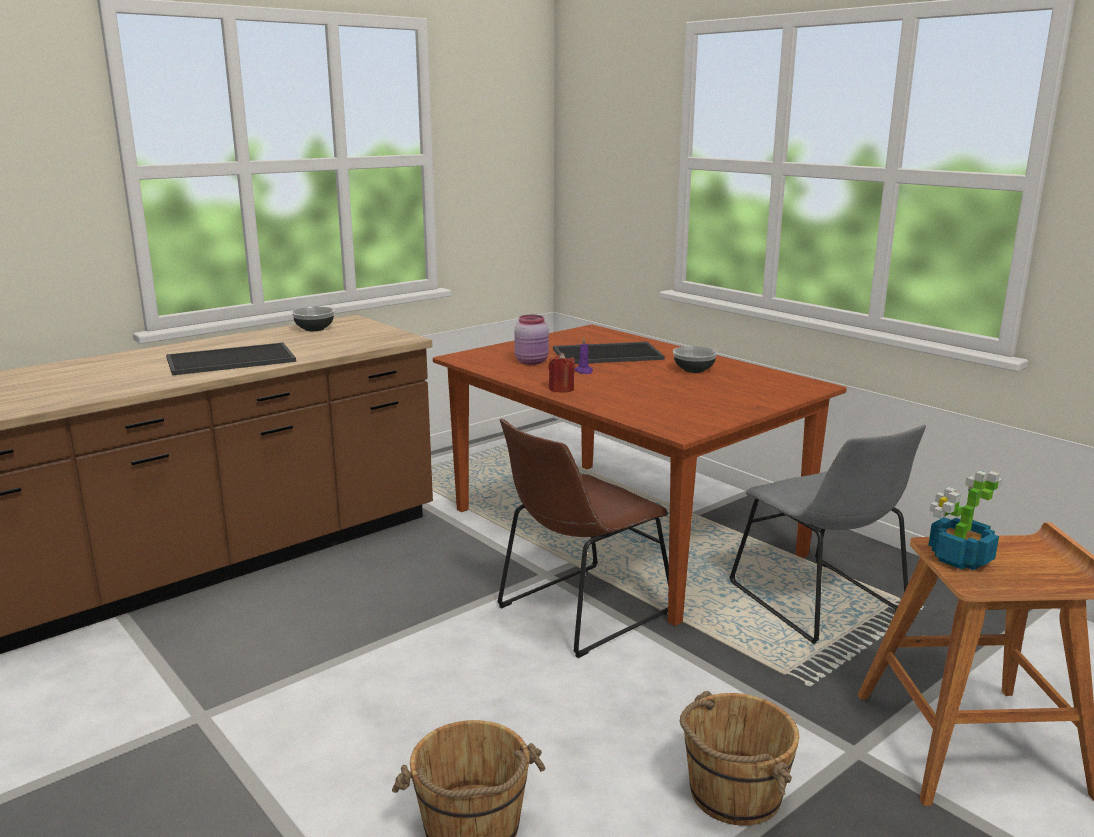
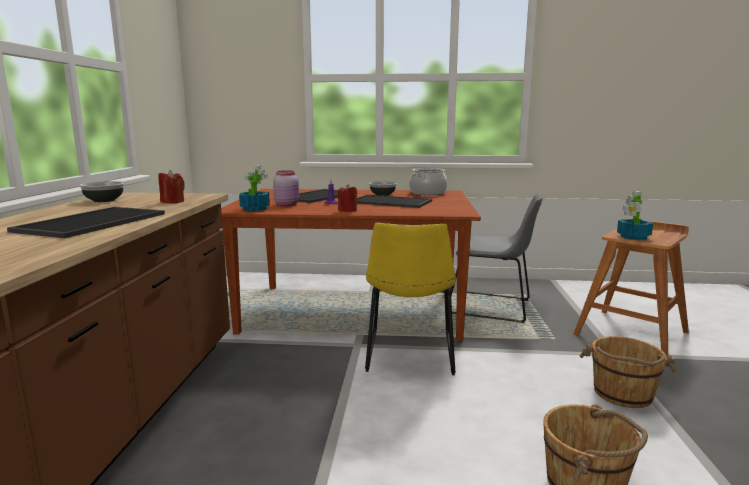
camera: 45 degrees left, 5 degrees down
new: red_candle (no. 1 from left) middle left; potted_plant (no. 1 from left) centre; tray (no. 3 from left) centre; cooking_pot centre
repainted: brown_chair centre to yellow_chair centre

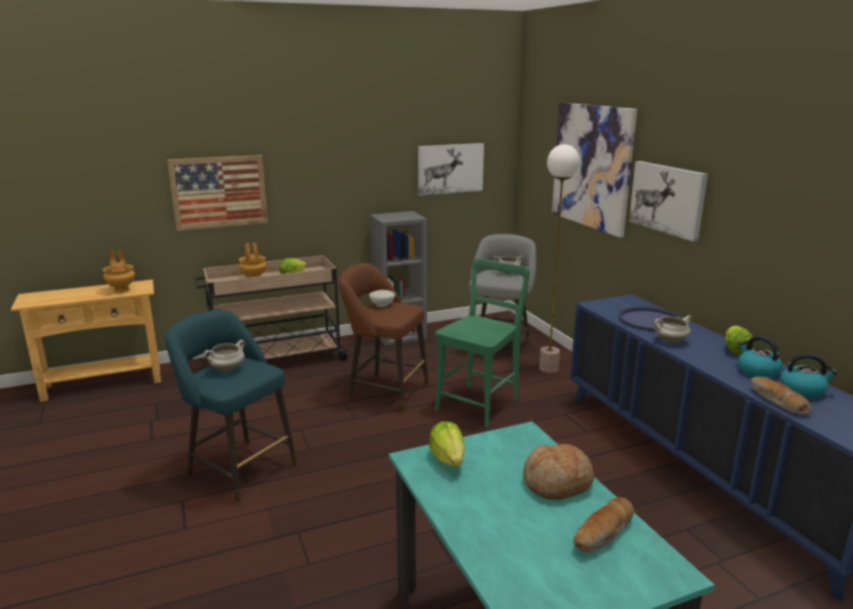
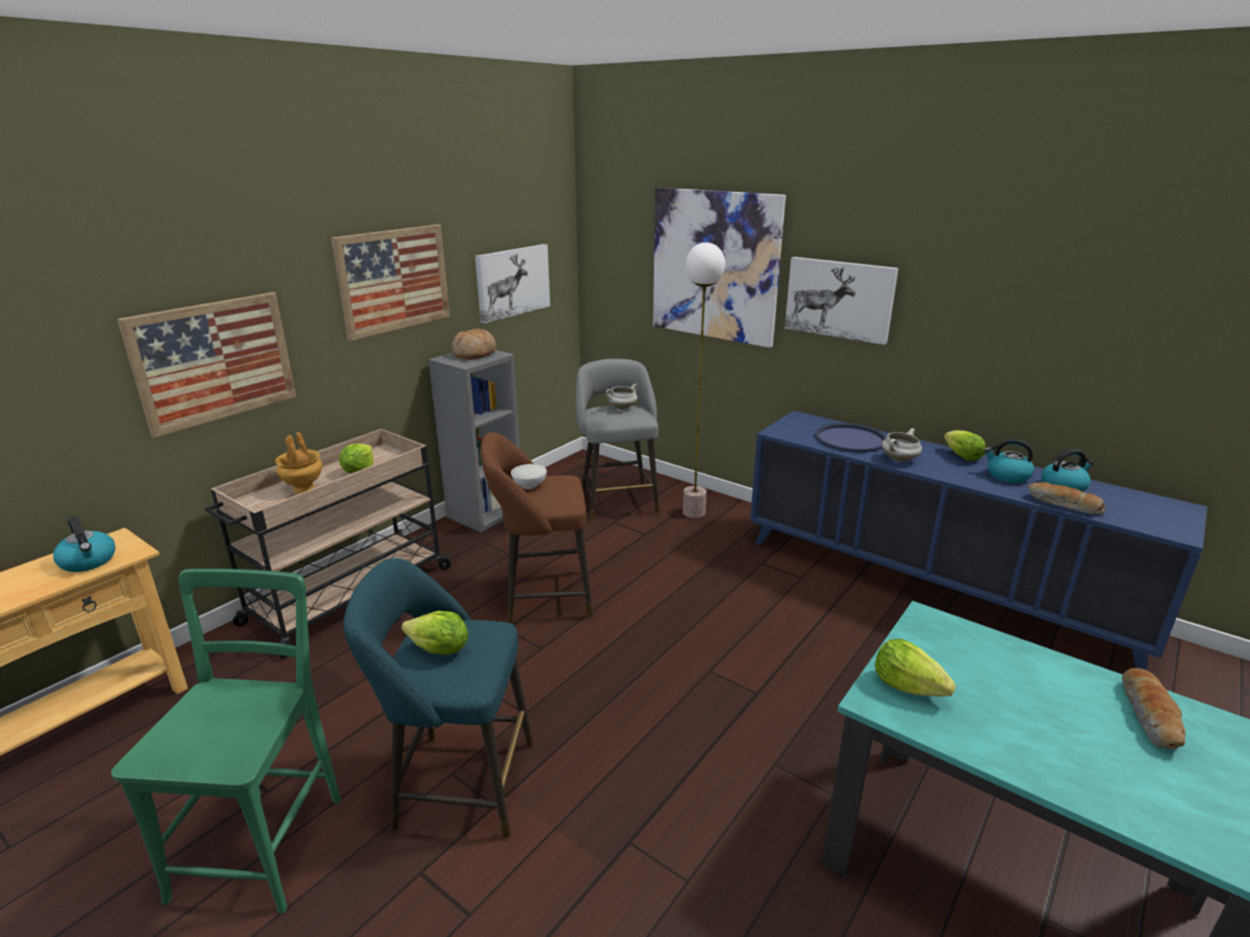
camera: 30 degrees left, 5 degrees up
new: picture (no. 2 from left) top left
shifted: green_chair centre to bottom left; bread (no. 1 from left) bottom centre to centre
swapped: brown_vase (no. 1 from left) middle left to kettle (no. 1 from left) middle left; white_cooking_pot (no. 1 from left) middle left to lettuce (no. 2 from left) bottom centre

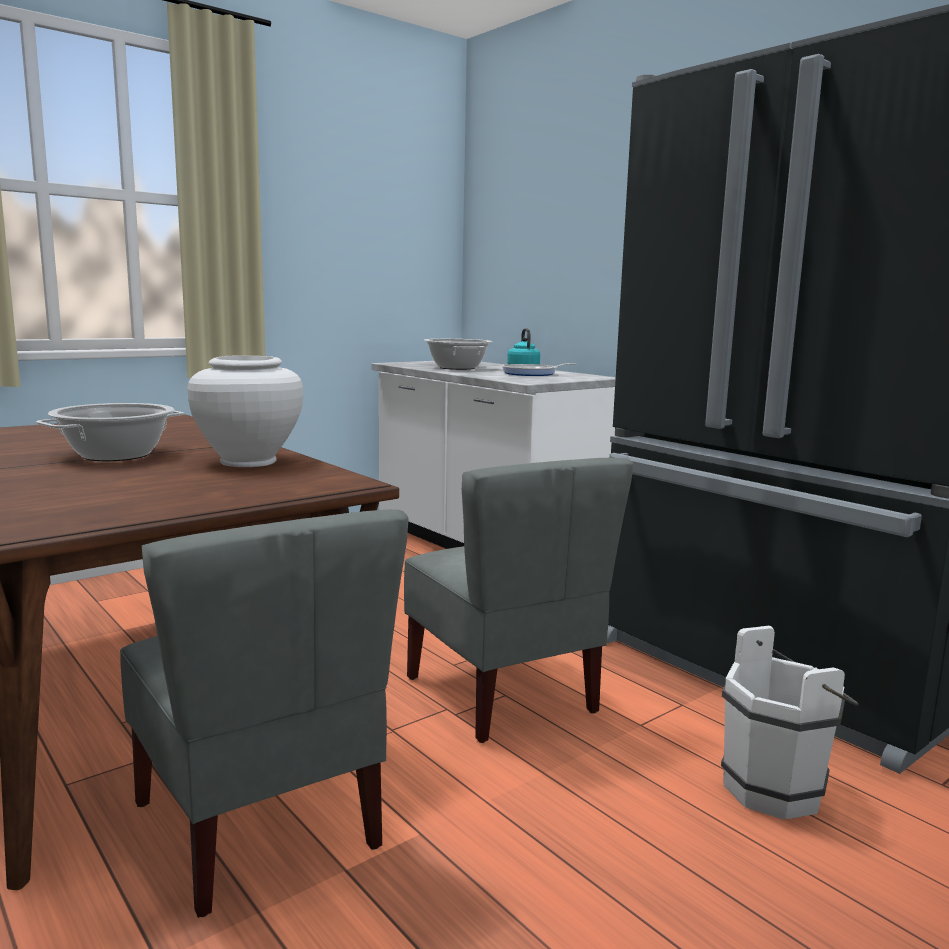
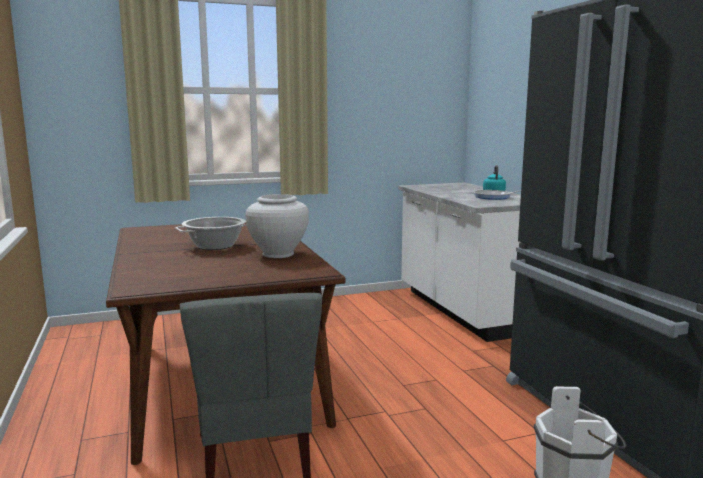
camera: 20 degrees right, 0 degrees up
gone: grey_chair (no. 2 from left) centre; cooking_pot (no. 2 from left) centre

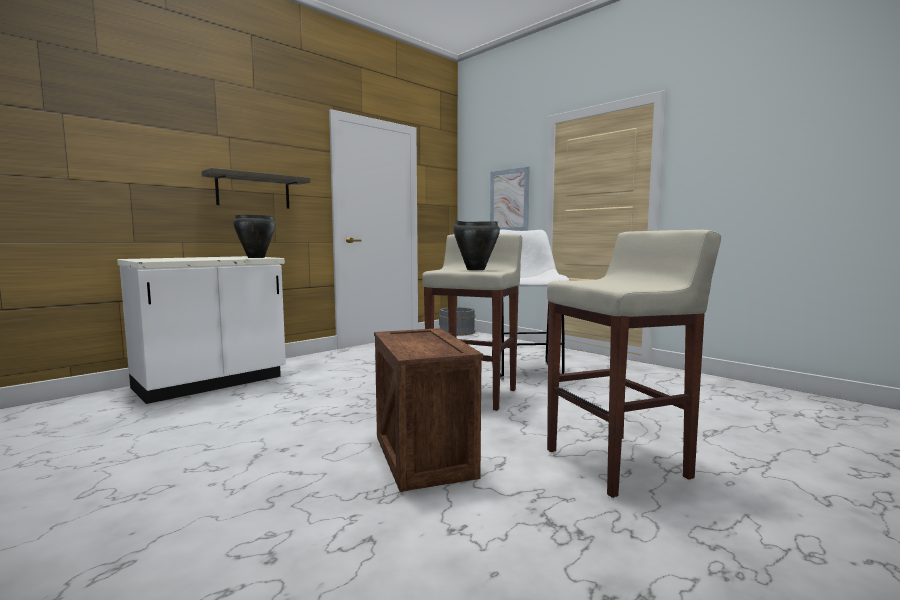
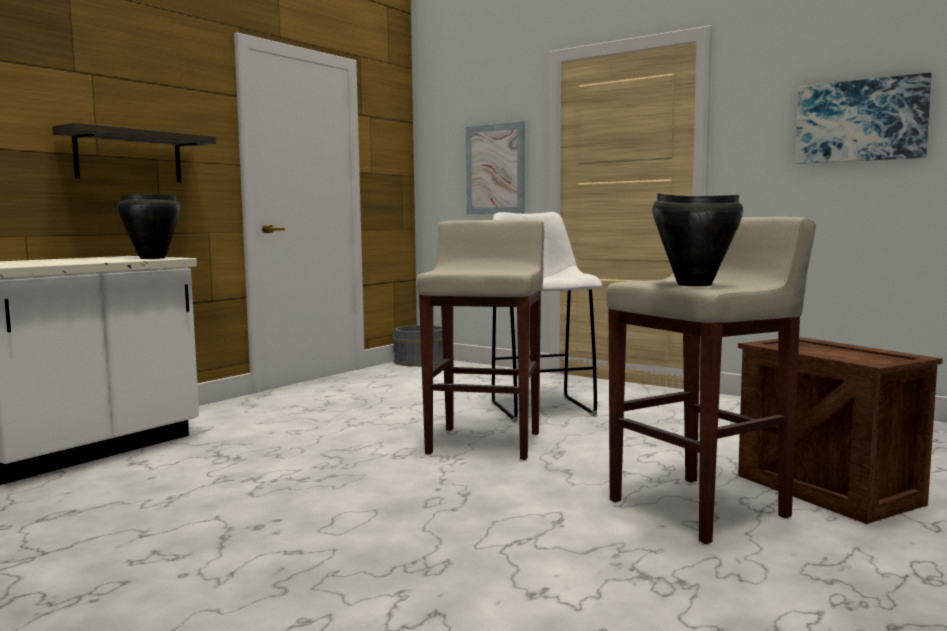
camera: 10 degrees left, 0 degrees up
new: picture (no. 2 from left) top right
shifted: black_cooking_pot (no. 2 from left) centre to middle right; crate bottom centre to bottom right

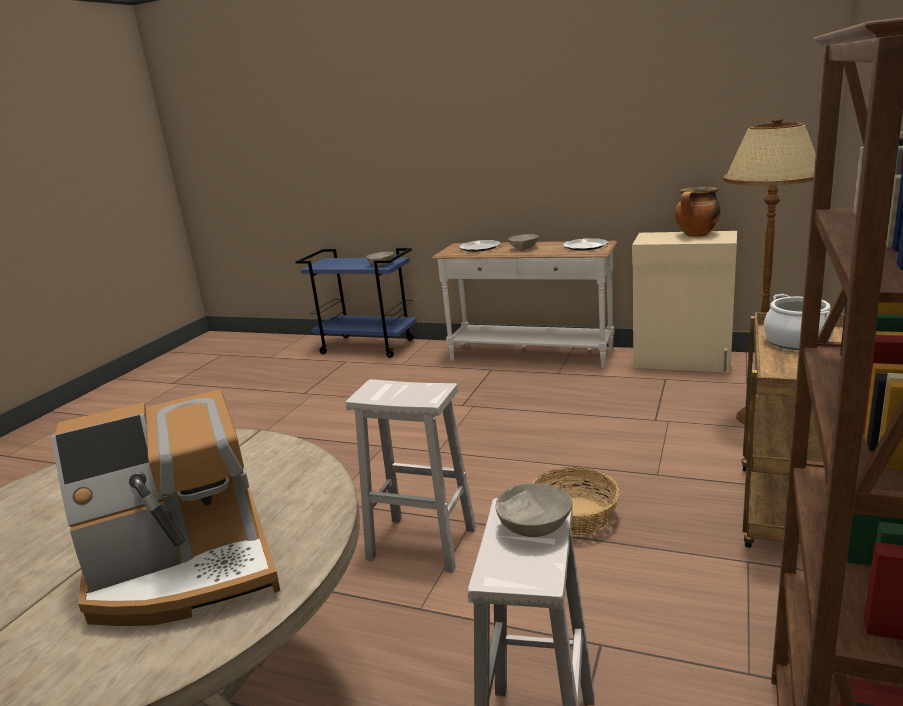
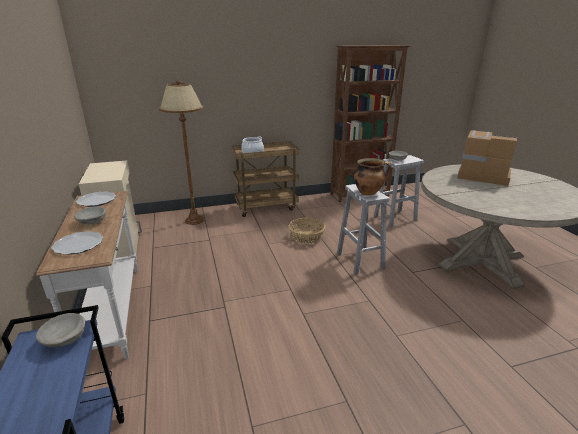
camera: 130 degrees left, 5 degrees up
shifted: cooking_pot (no. 1 from left in the first image) top right to cooking_pot (no. 2 from left) centre

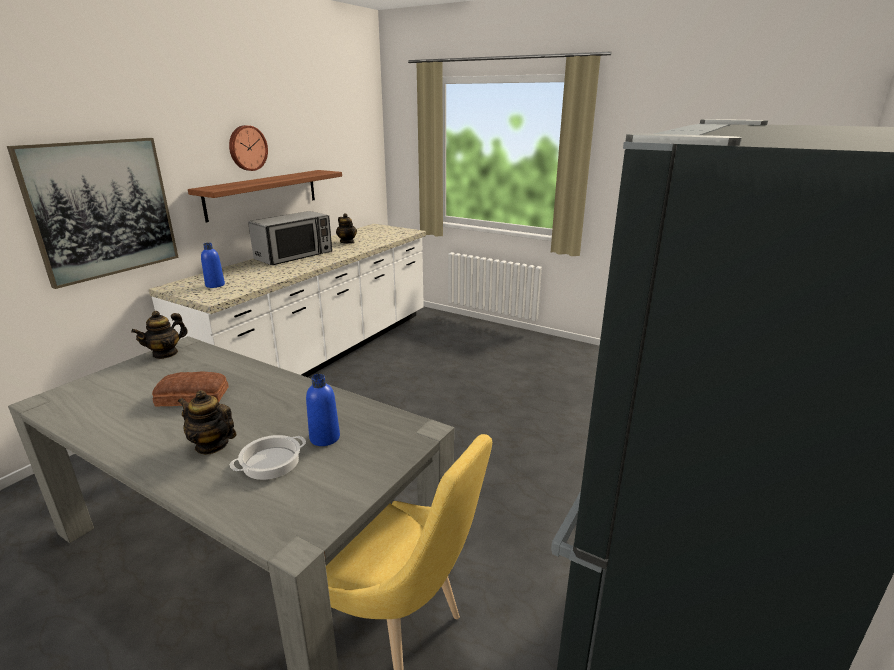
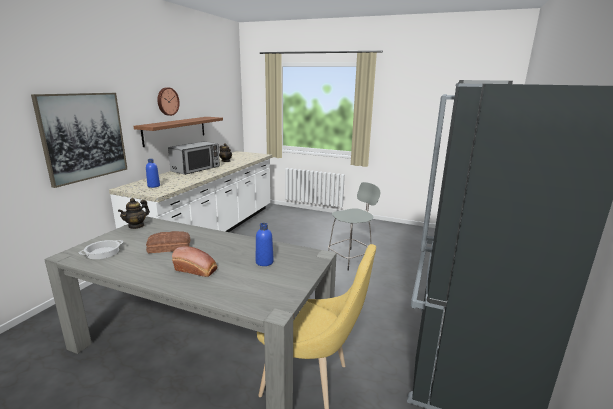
camera: 10 degrees left, 5 degrees down
new: grey_stool centre
shifted: cooking_pot bottom left to middle left
swapped: teapot (no. 2 from left) middle left to bread (no. 2 from left) middle left

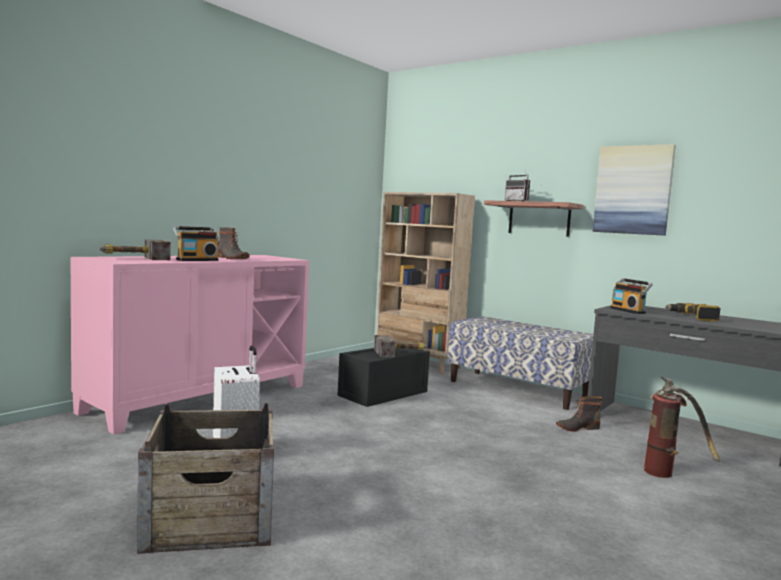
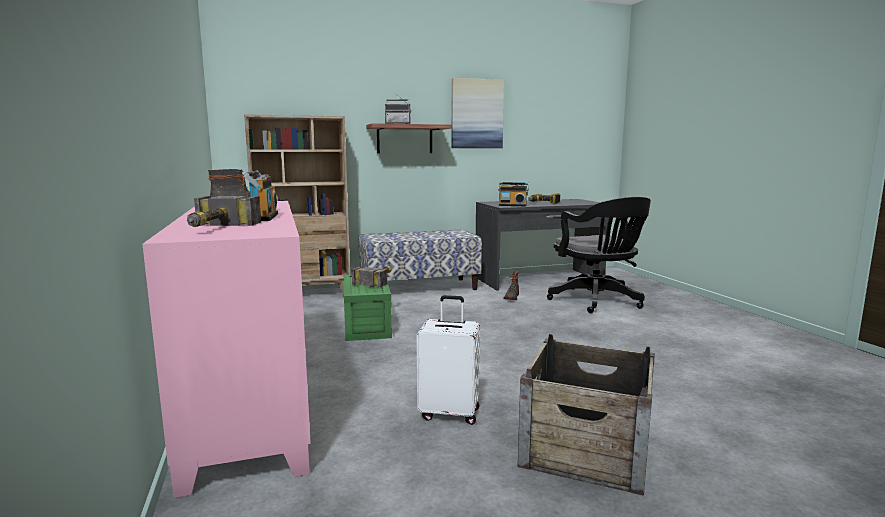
camera: 55 degrees left, 5 degrees up
swapped: fire_extinguisher bottom right to black_office_chair middle right
repainted: black_storage_box centre to green_storage_box centre

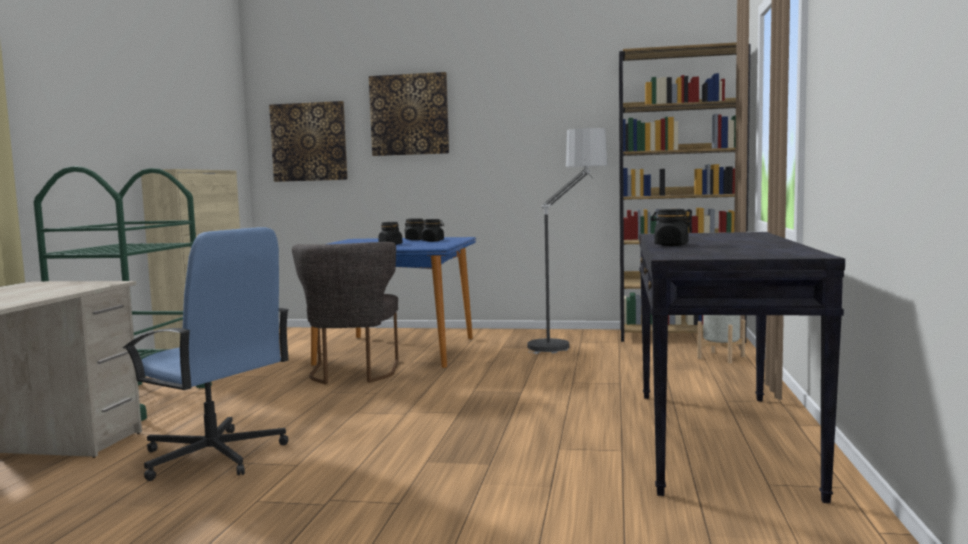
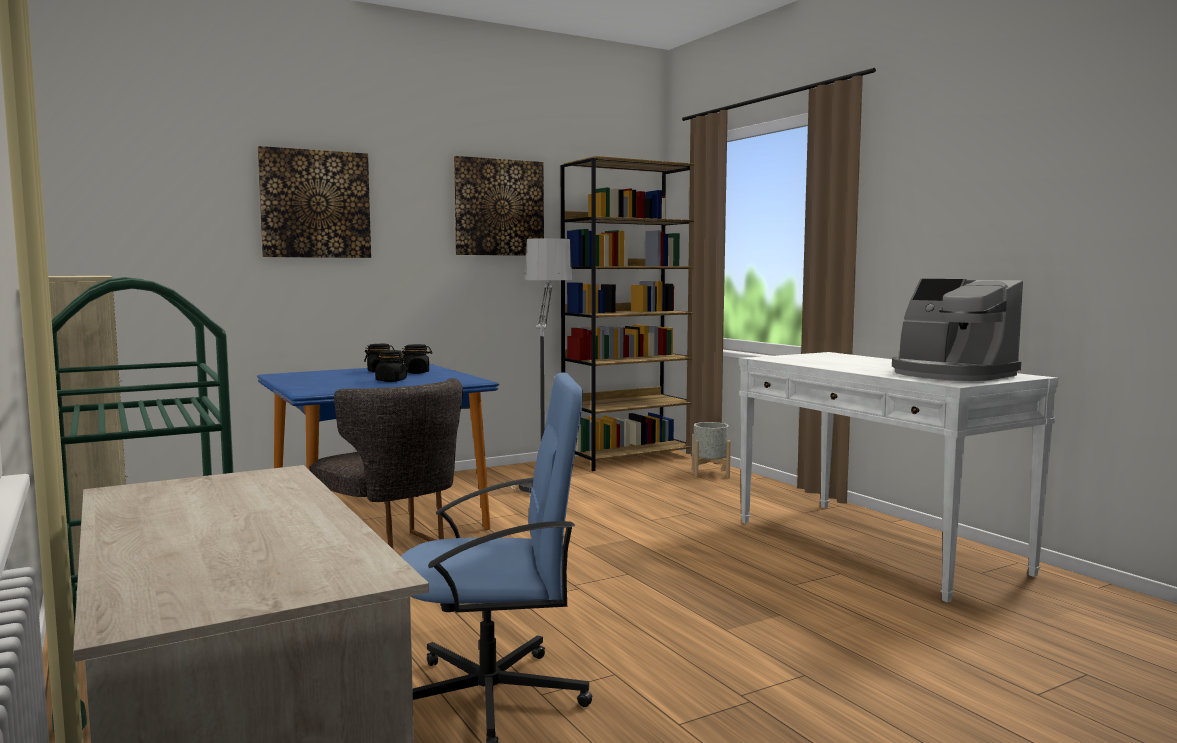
camera: 40 degrees left, 0 degrees up
gone: black_jar (no. 4 from left) middle right
new: coffee_machine middle right
shifted: picture (no. 1 from left in the first image) top left to picture (no. 2 from left) top centre
repainted: black_console_table bottom right to white_console_table middle right

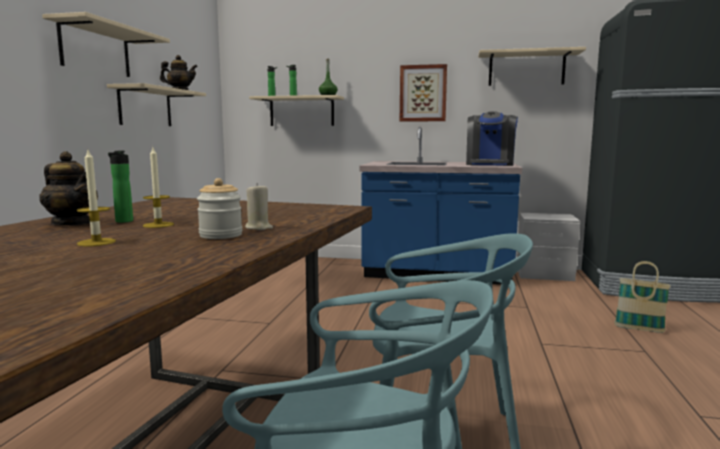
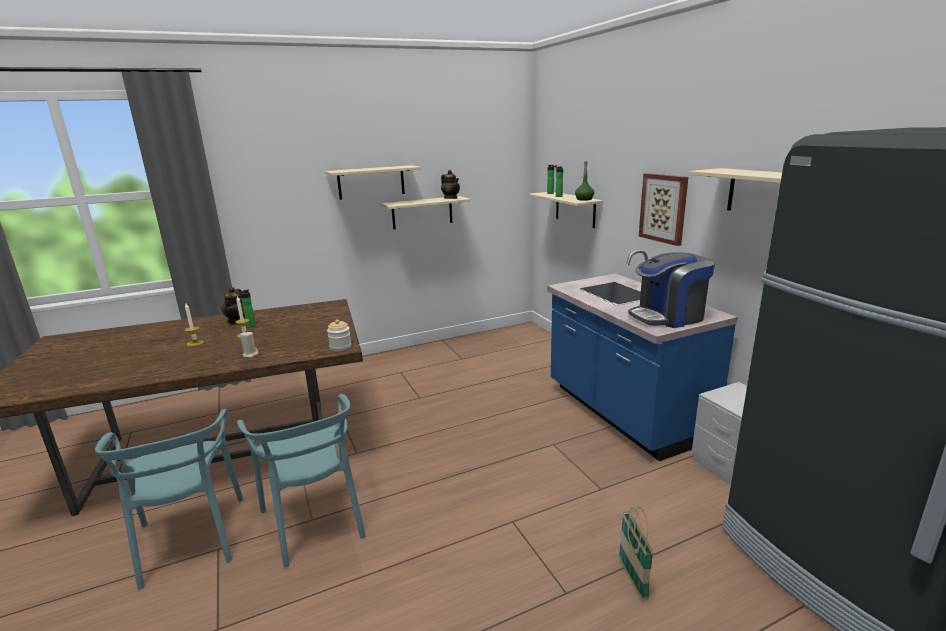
camera: 55 degrees right, 10 degrees up
shifted: jar middle left to centre

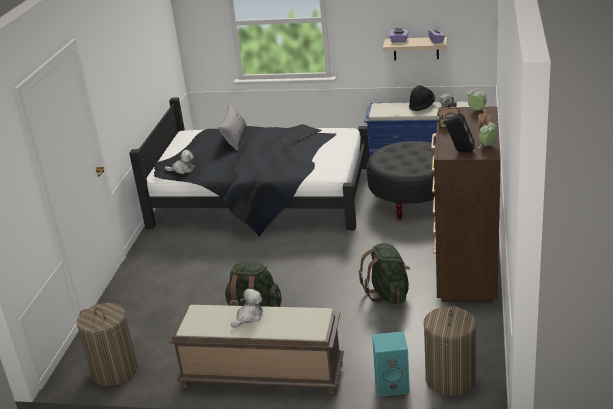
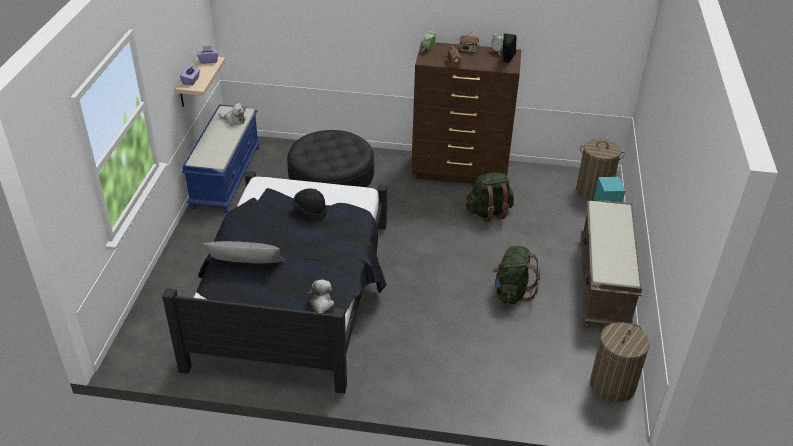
camera: 95 degrees left, 10 degrees up
gone: plush_toy (no. 2 from left) bottom centre
shifted: black_hat top right to centre

